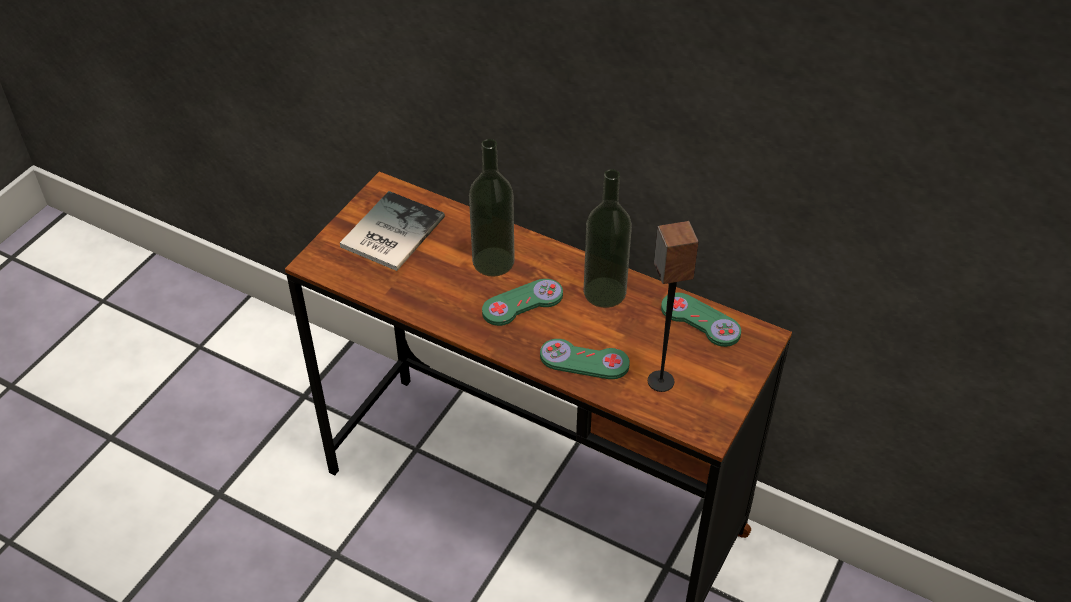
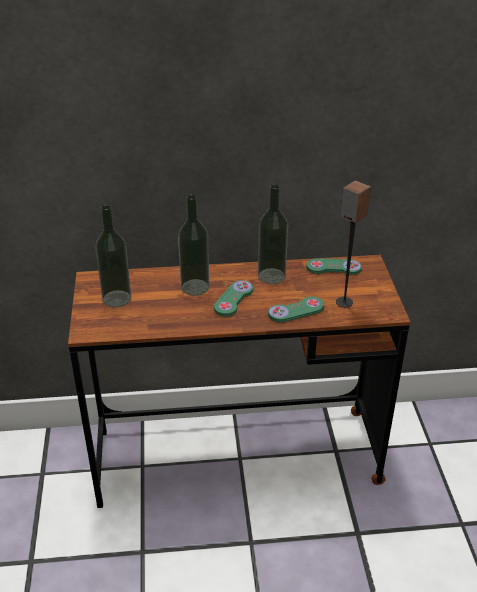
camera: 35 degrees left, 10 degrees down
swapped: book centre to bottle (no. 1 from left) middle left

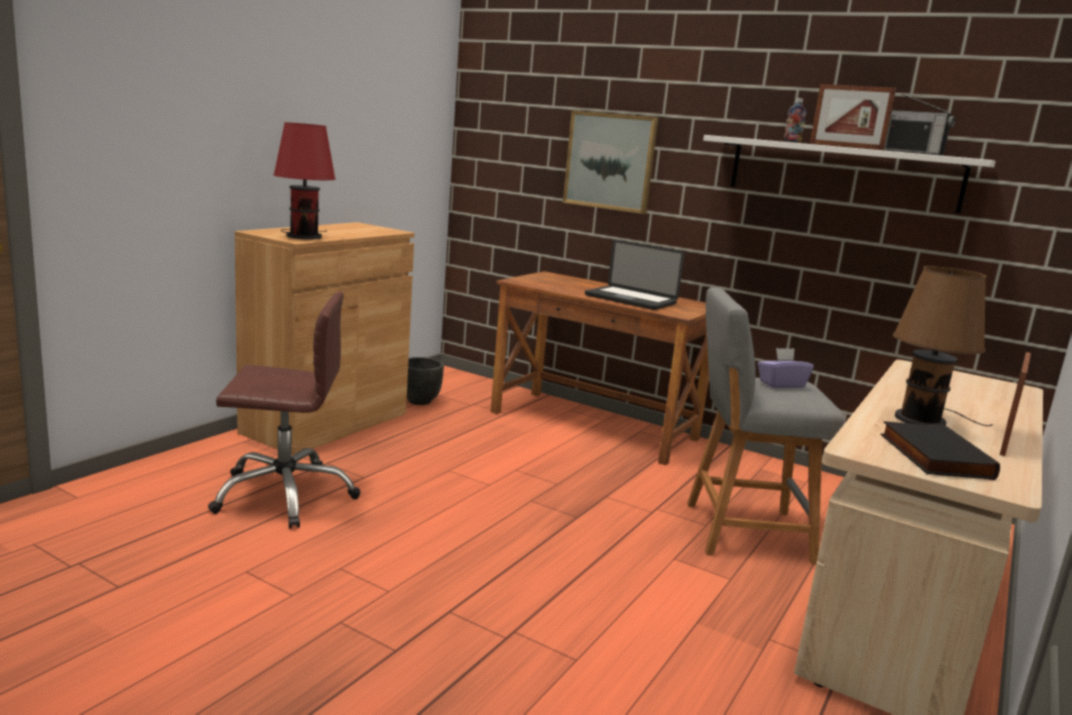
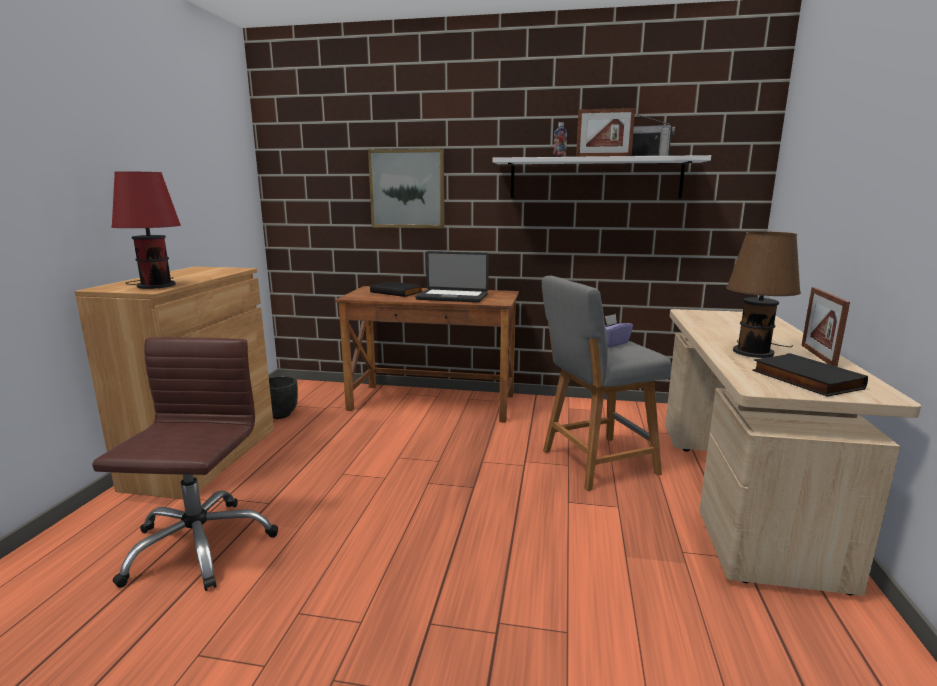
camera: 20 degrees left, 0 degrees up
new: black_book (no. 1 from left) centre
rotated: brown_office_chair middle left = bottom left 60 degrees counterclockwise

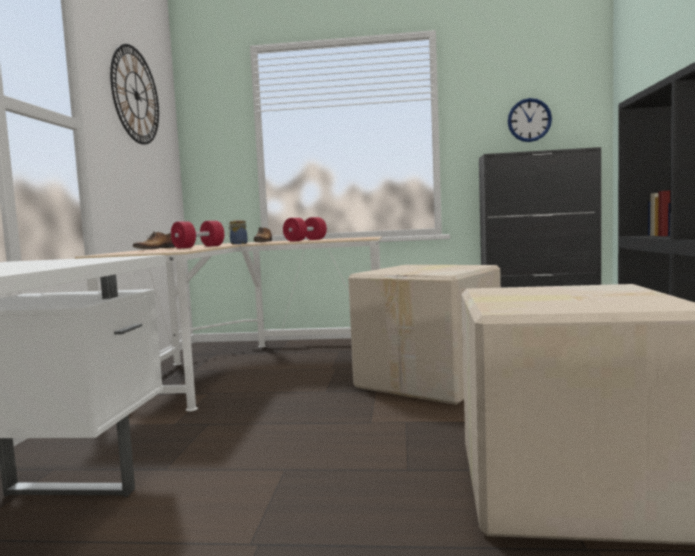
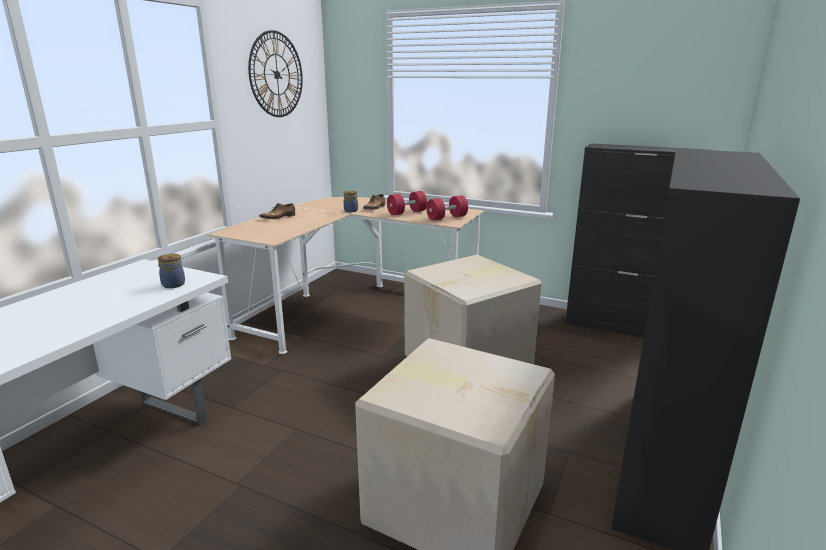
camera: 20 degrees right, 15 degrees up
gone: wall_clock (no. 2 from left) top right
new: jar (no. 1 from left) middle left
shifted: red_dumbbell (no. 1 from left in the first image) middle left to red_dumbbell (no. 2 from left) centre

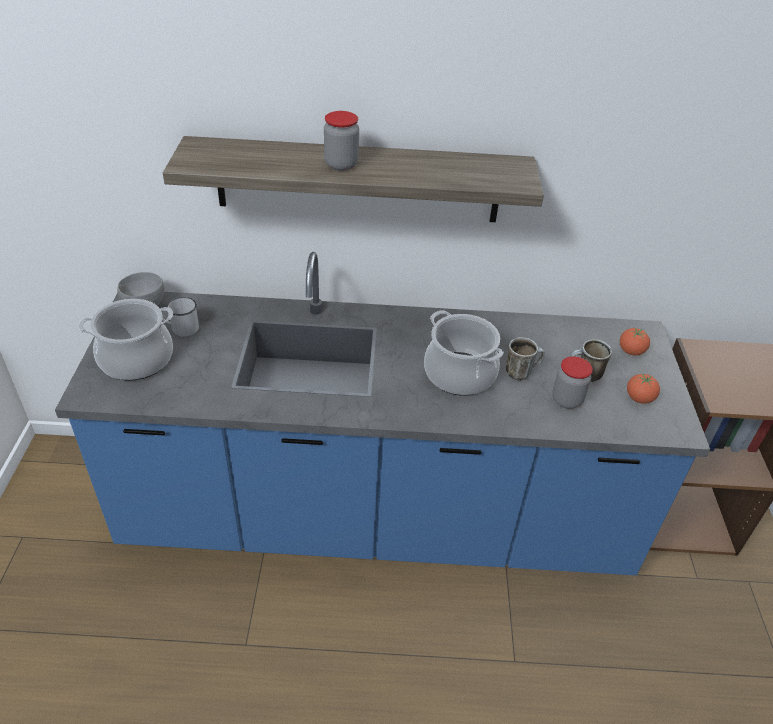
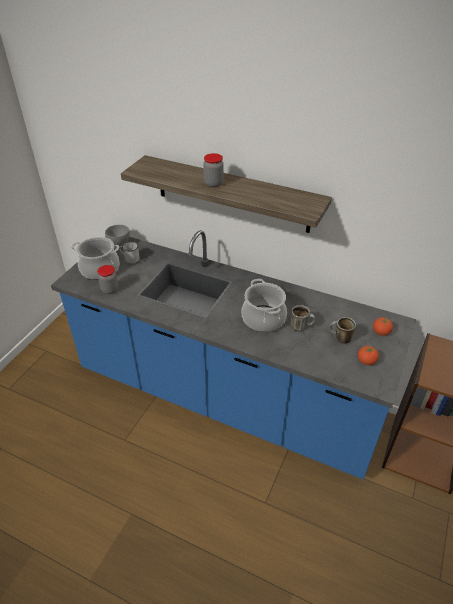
camera: 25 degrees right, 0 degrees up
shifted: jar (no. 2 from left in the first image) middle right to jar (no. 1 from left) middle left

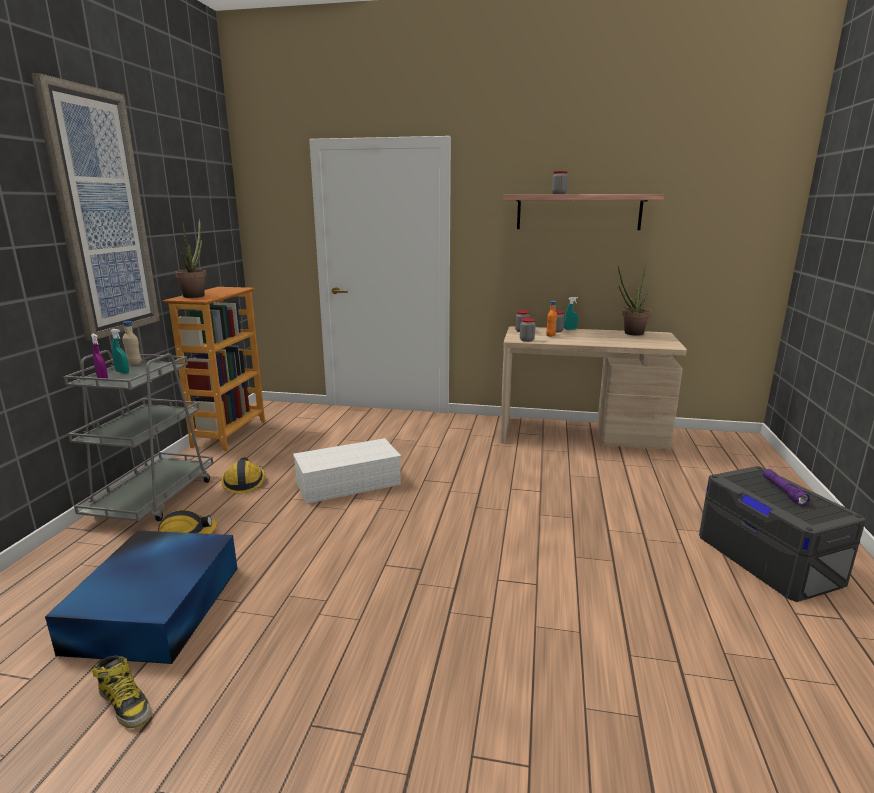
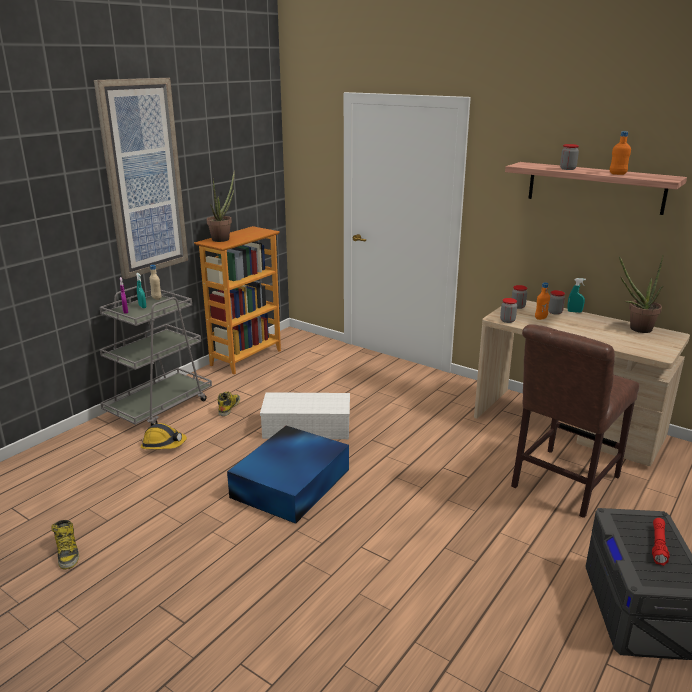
camera: 25 degrees right, 5 degrees up
new: brown_chair middle right; orange_bottle (no. 2 from left) top right
shifted: blue_storage_box bottom left to bottom centre
swapped: hard_hat (no. 2 from left) middle left to boot (no. 2 from left) middle left
repainted: purple_flashlight middle right to red_flashlight bottom right

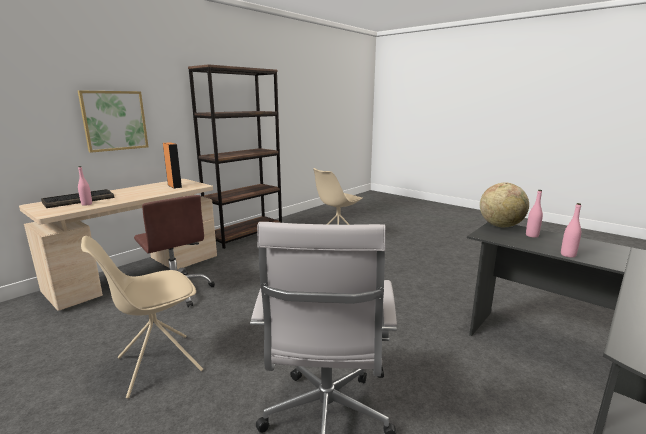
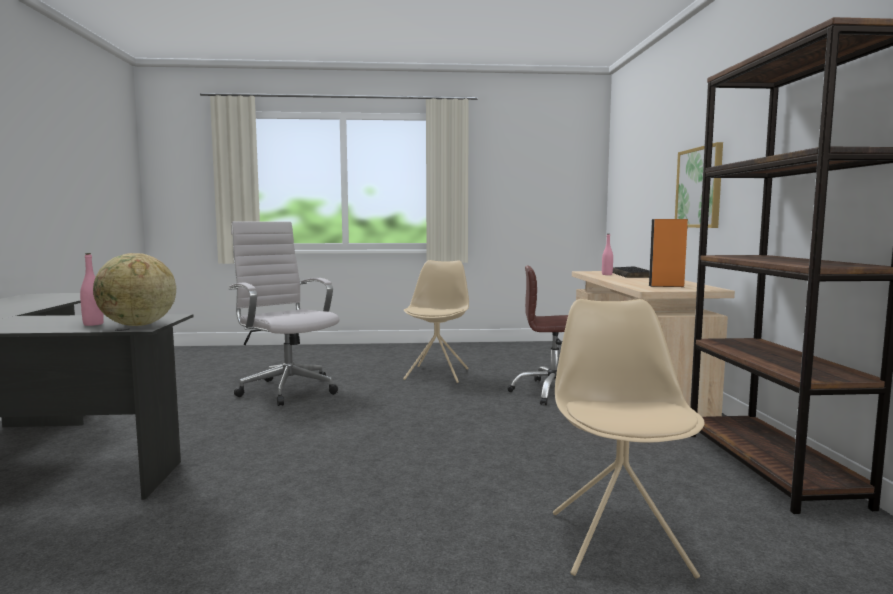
camera: 135 degrees right, 10 degrees down
gone: pink_bottle (no. 3 from left) middle right

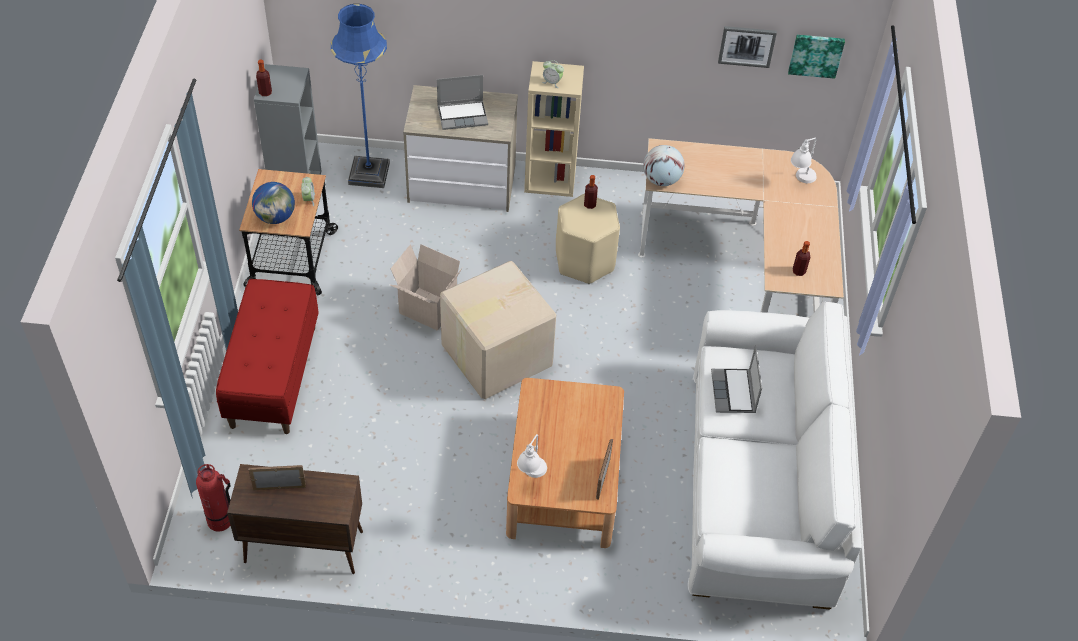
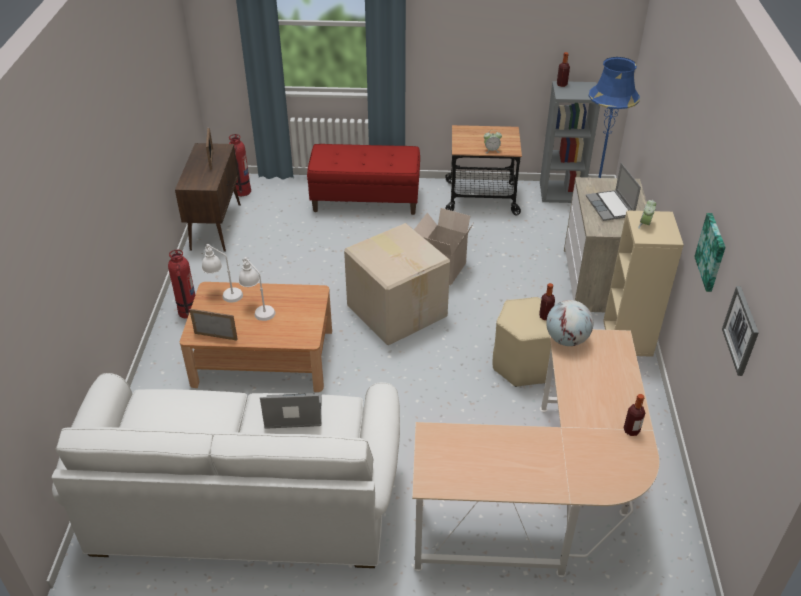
camera: 90 degrees right, 10 degrees down
gone: globe (no. 1 from left) top left
new: fire_extinguisher (no. 1 from left) middle left
shifted: white_table_lamp (no. 2 from left) top right to middle left; bottle (no. 3 from left) middle right to bottom right; picture (no. 2 from left in the first image) top right to picture (no. 1 from left) middle right

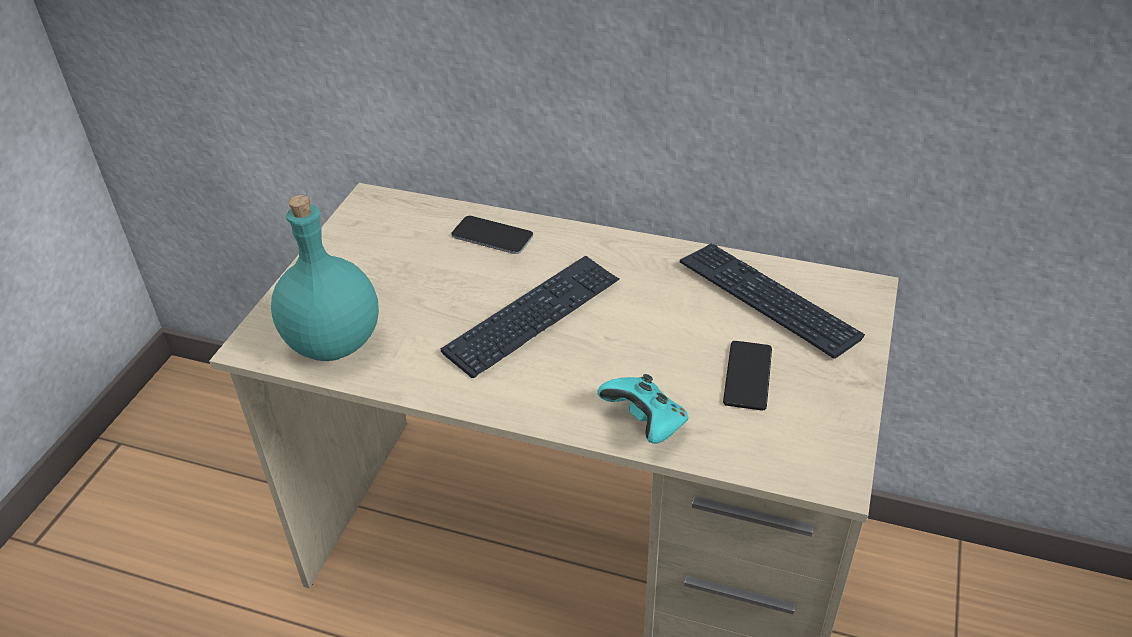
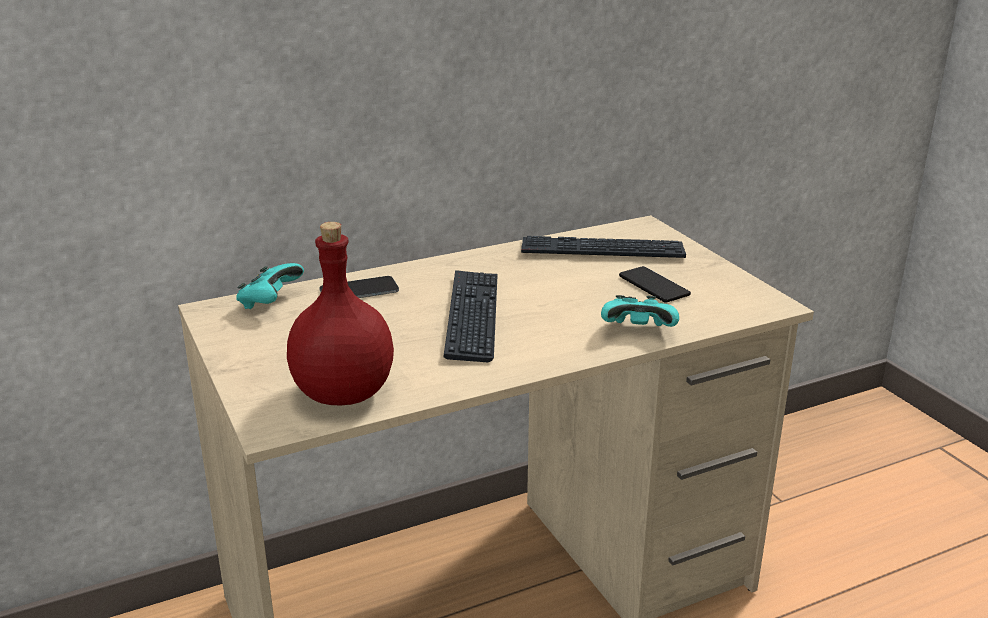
camera: 45 degrees left, 15 degrees down
new: turquoise_game_controller (no. 1 from left) middle left
repainted: turquoise_bottle middle left to red_bottle centre

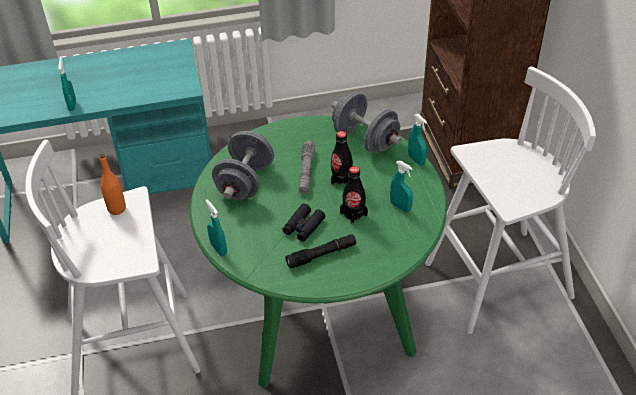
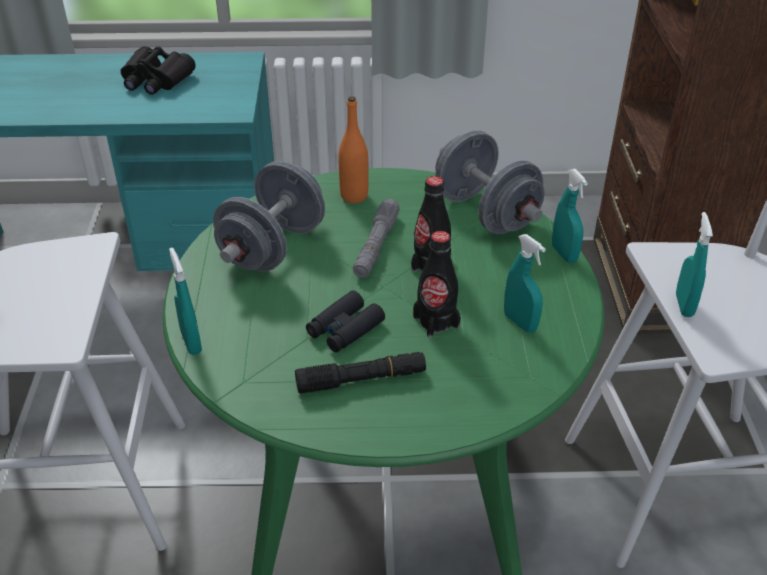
camera: 10 degrees right, 5 degrees down
new: black_binoculars (no. 1 from left) top left
shifted: orange_bottle middle left to top centre; turquoise_spray_bottle (no. 1 from left in the first image) top left to turquoise_spray_bottle (no. 4 from left) middle right

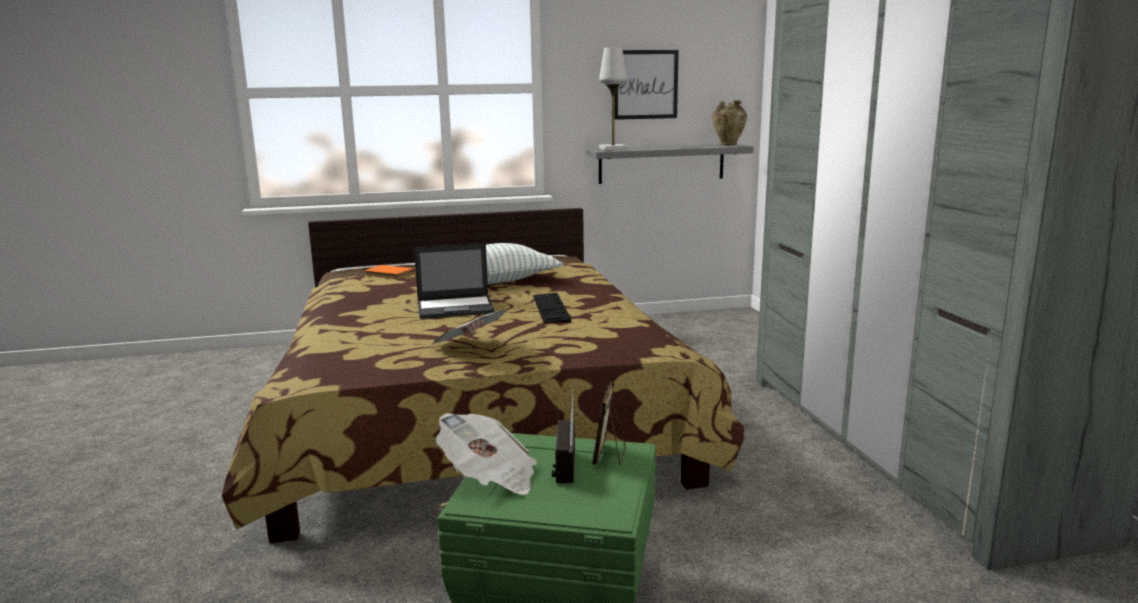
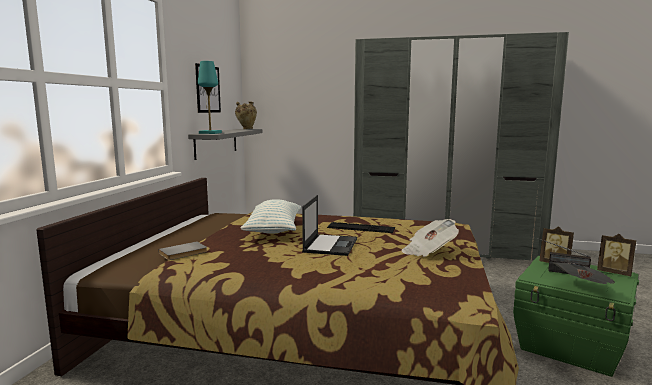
camera: 65 degrees left, 5 degrees down
new: picture_frame (no. 2 from left) middle right
repainted: orange_book centre to grey_book middle left; white_table_lamp top centre to turquoise_table_lamp top left

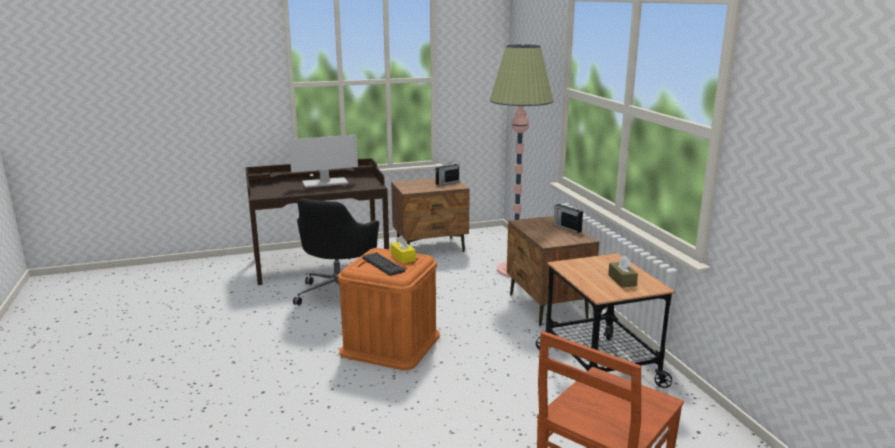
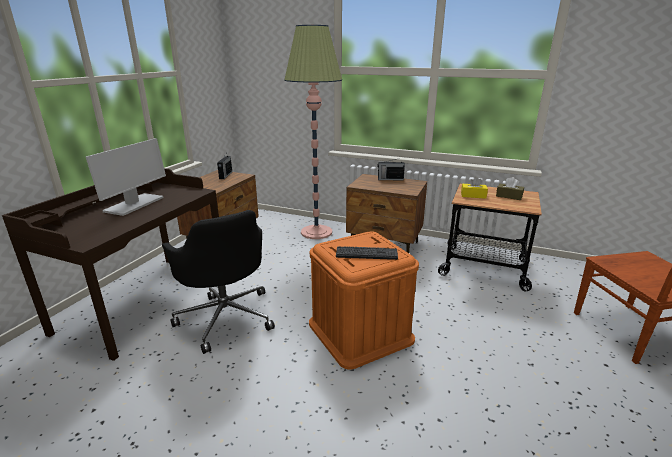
camera: 50 degrees left, 5 degrees up
shifted: yellow_tissue_box centre to middle right

